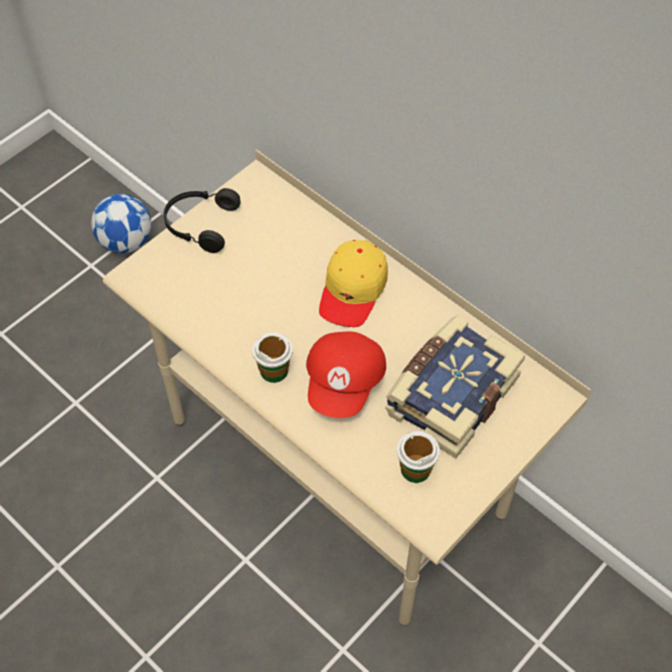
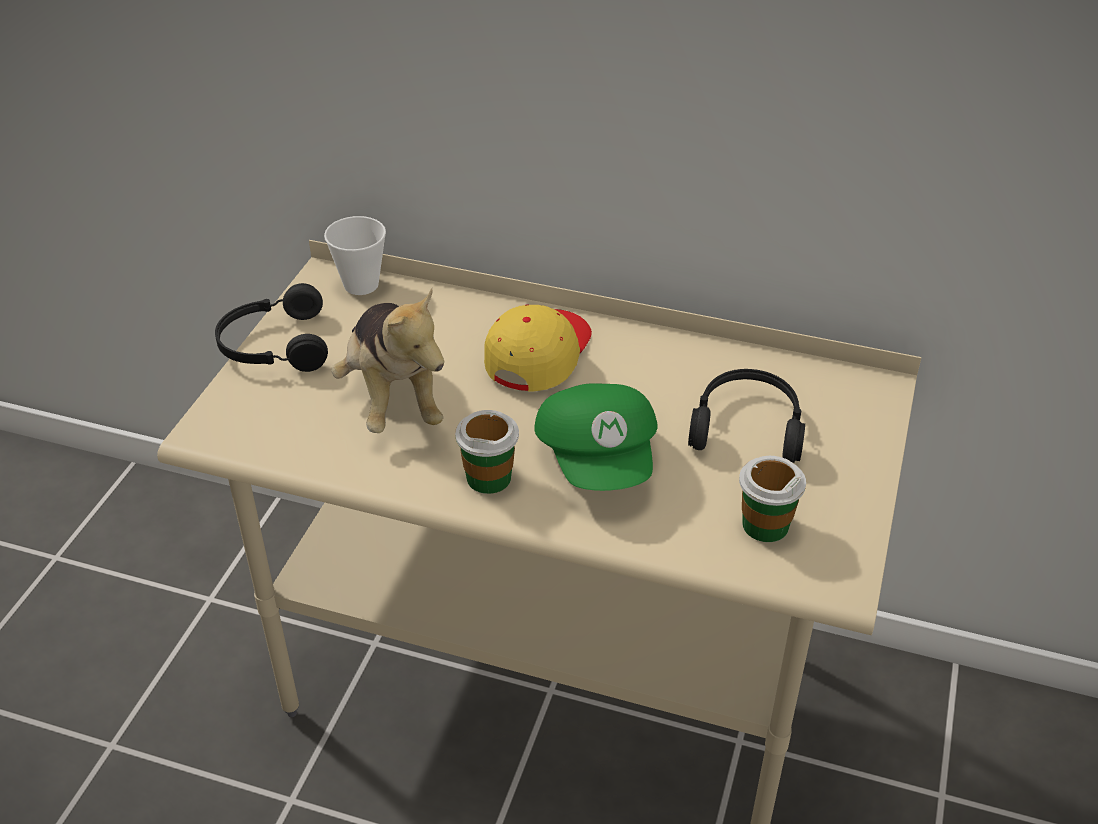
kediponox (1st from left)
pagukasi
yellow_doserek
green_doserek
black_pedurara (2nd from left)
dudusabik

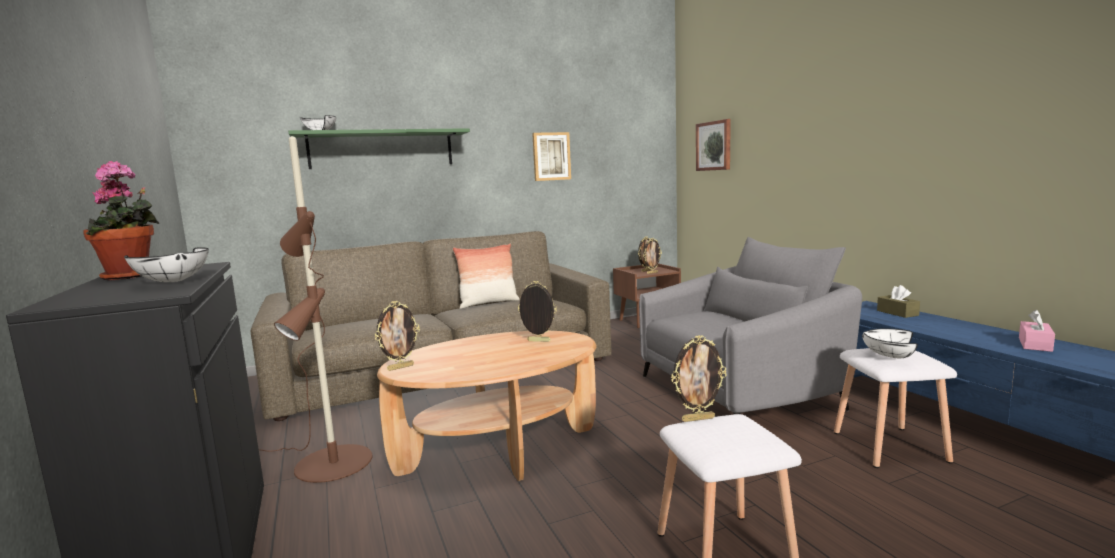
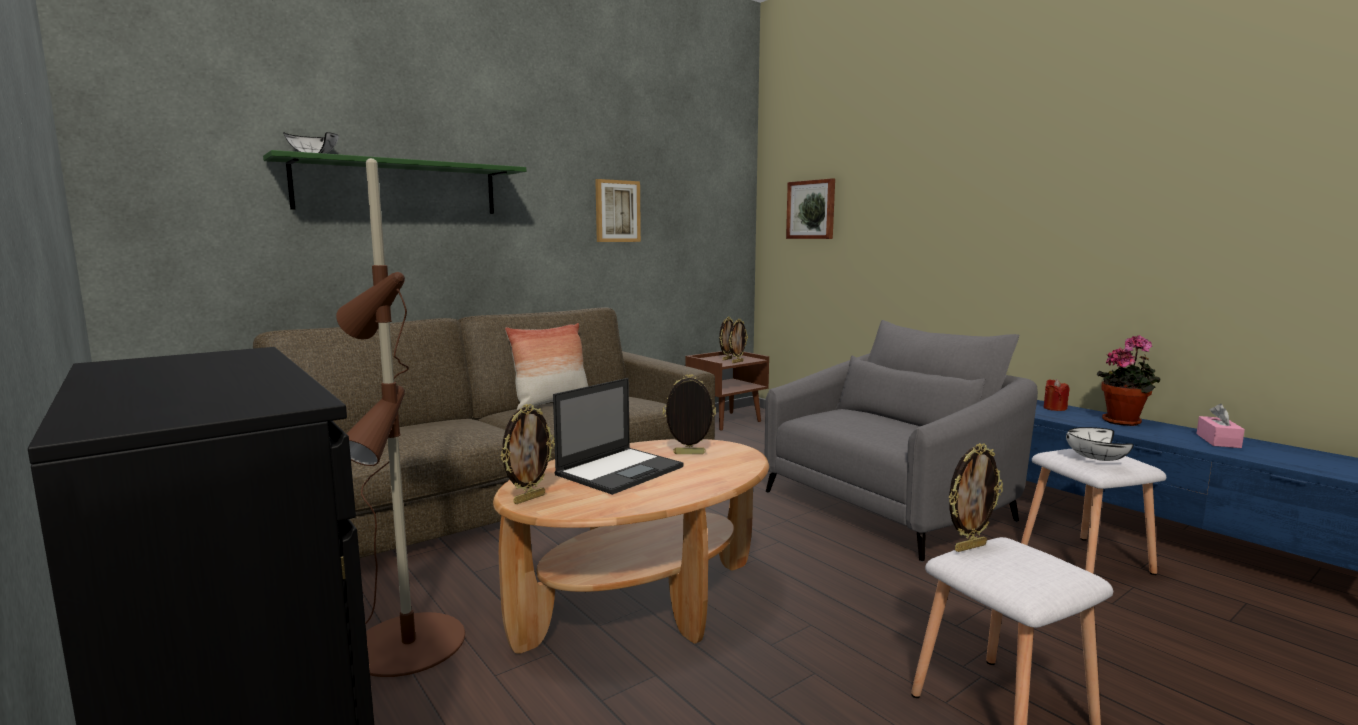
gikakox
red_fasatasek
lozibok
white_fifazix (1st from left in the first image)

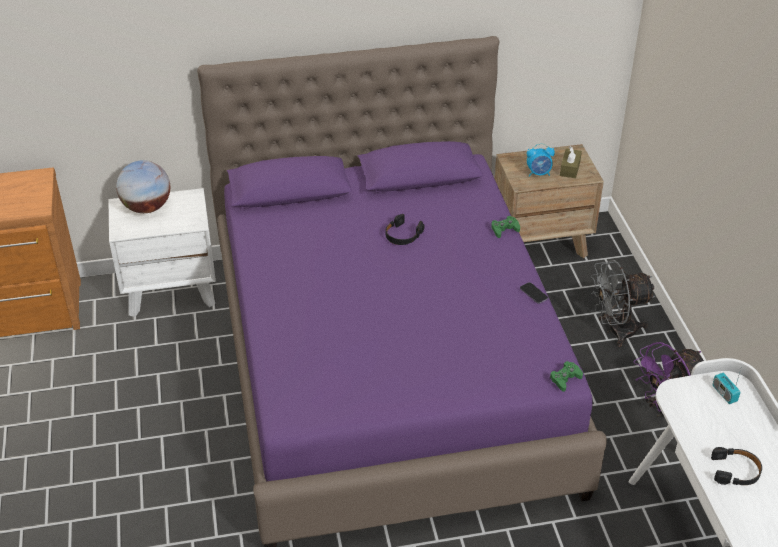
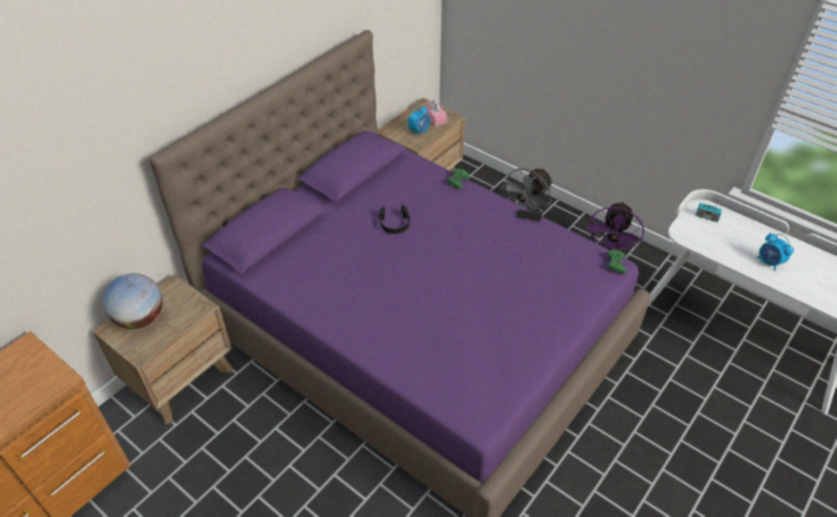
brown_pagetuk (1st from left)
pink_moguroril
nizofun (2nd from left)

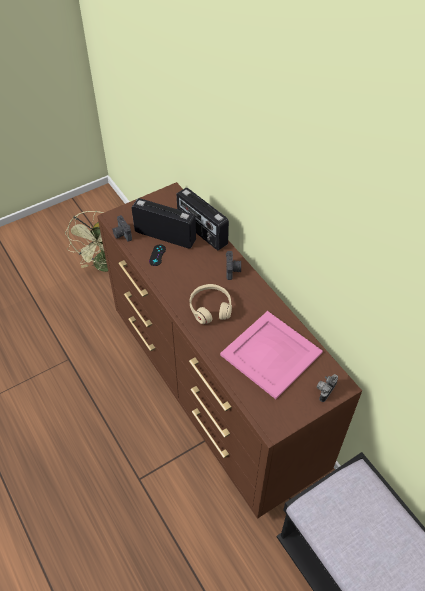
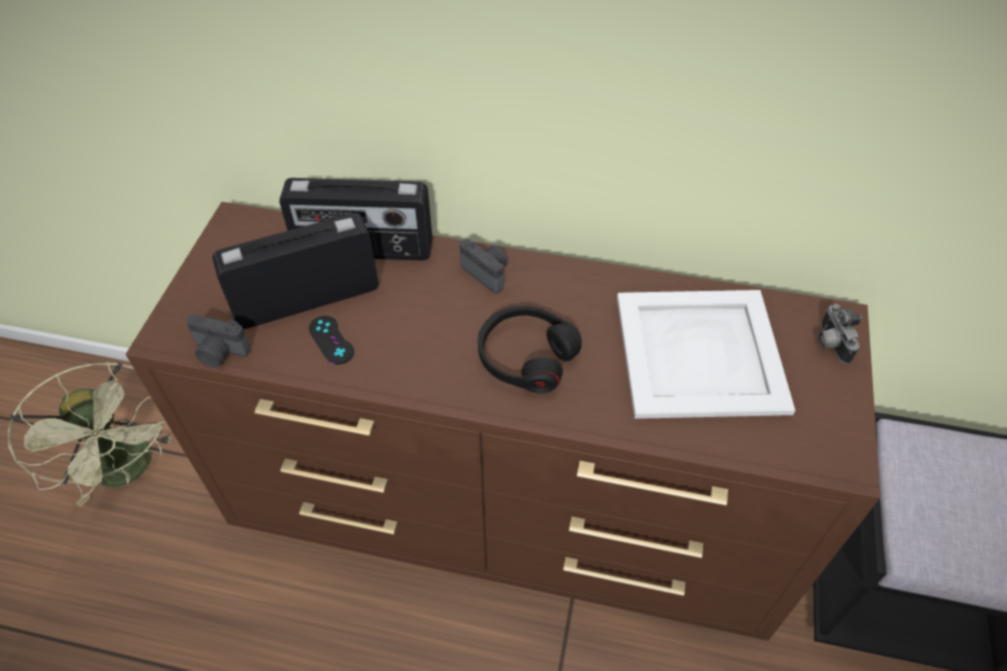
black_pedurara
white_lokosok

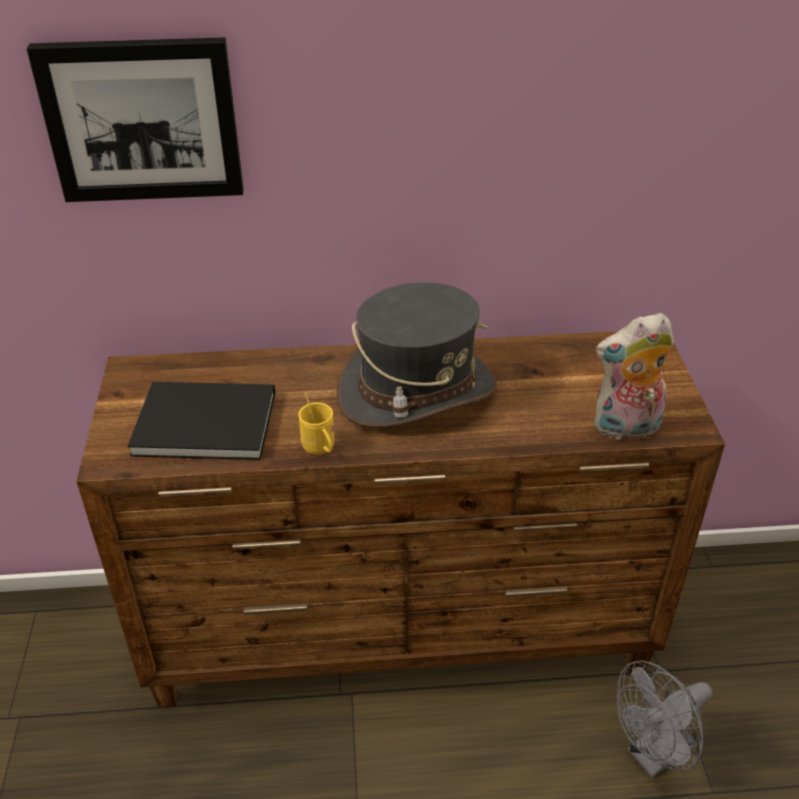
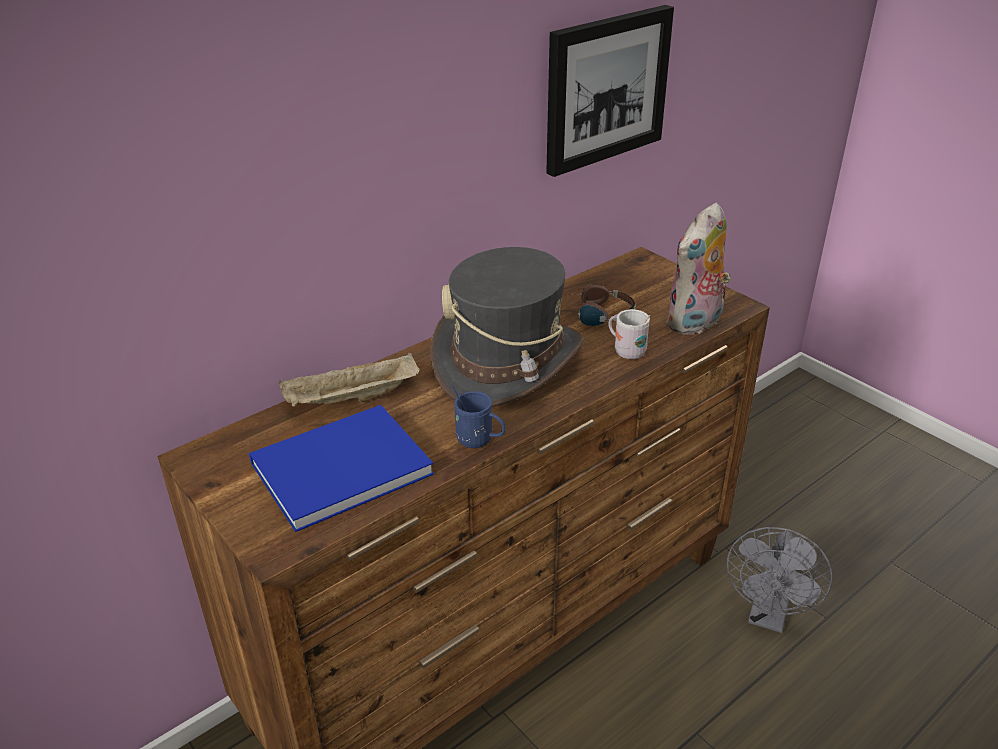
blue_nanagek
beige_lokosok
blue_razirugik
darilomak
pedurara
white_razirugik

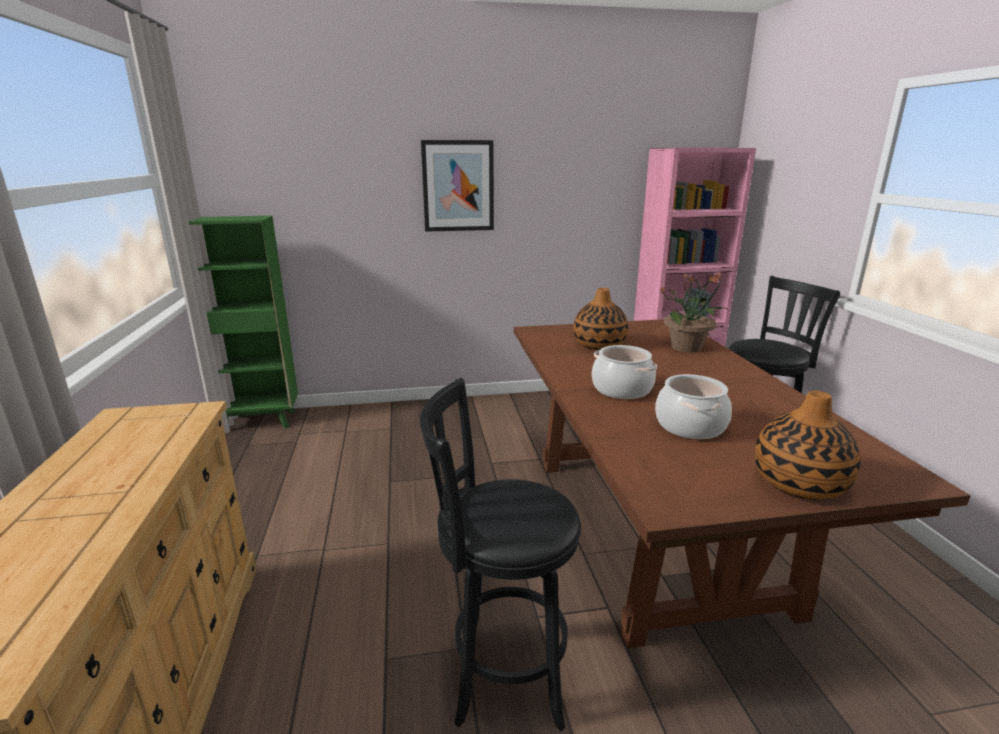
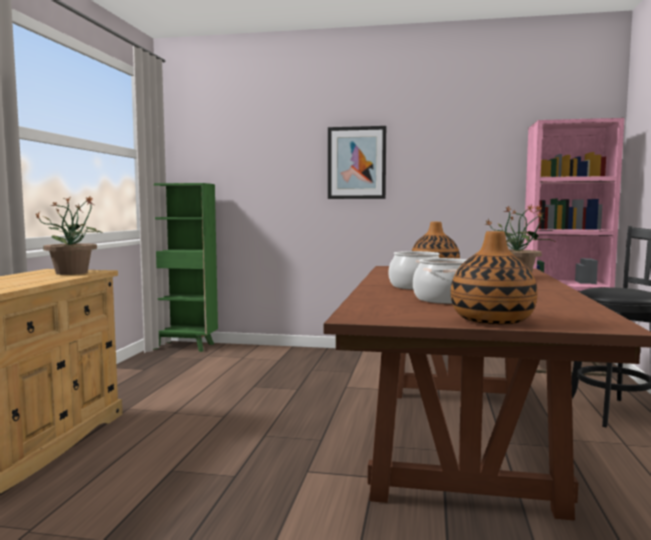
lozibok (1st from left)
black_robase (1st from left in the first image)

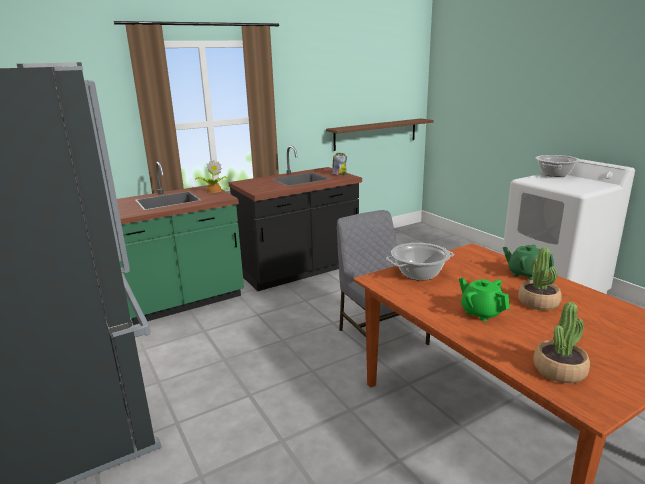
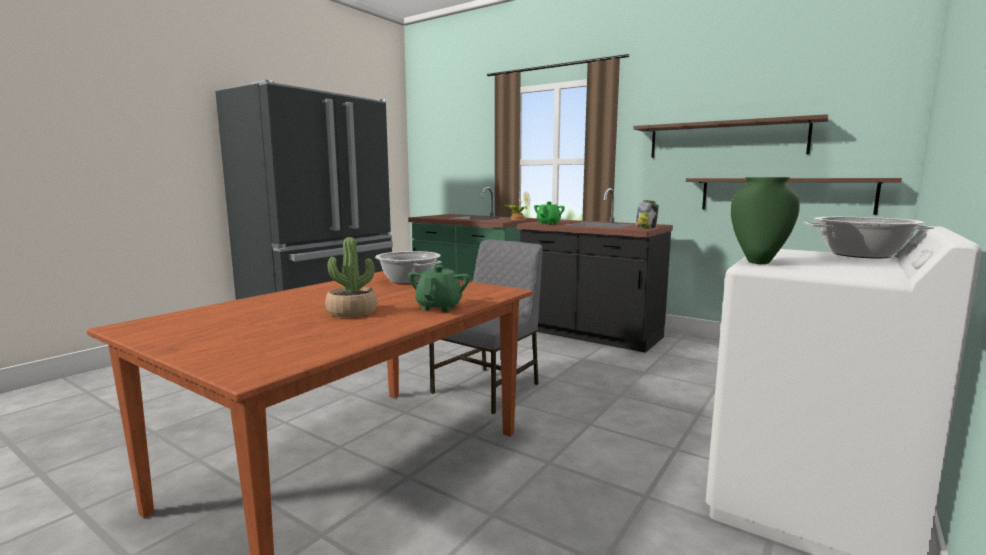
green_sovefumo (2nd from left)
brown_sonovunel (1st from left)
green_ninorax
lozibok (3rd from left in the first image)

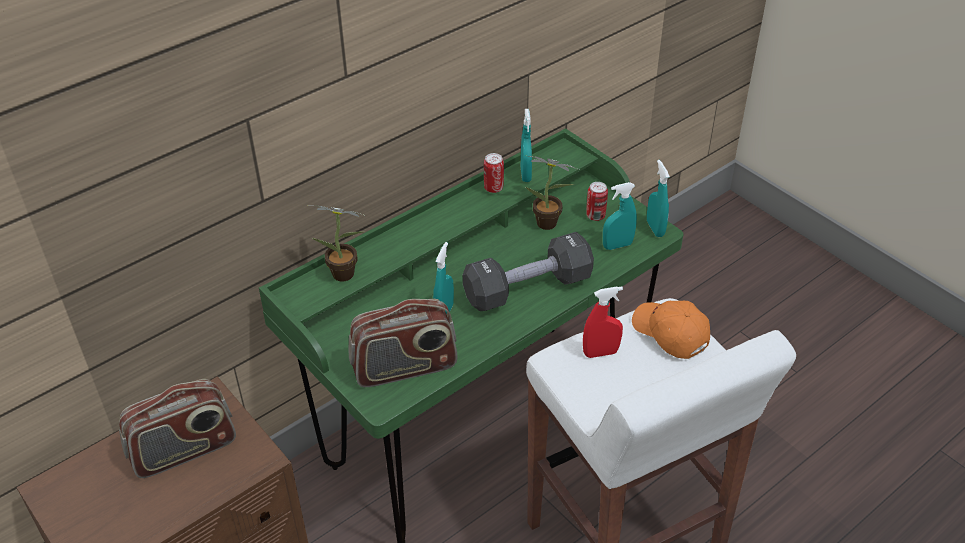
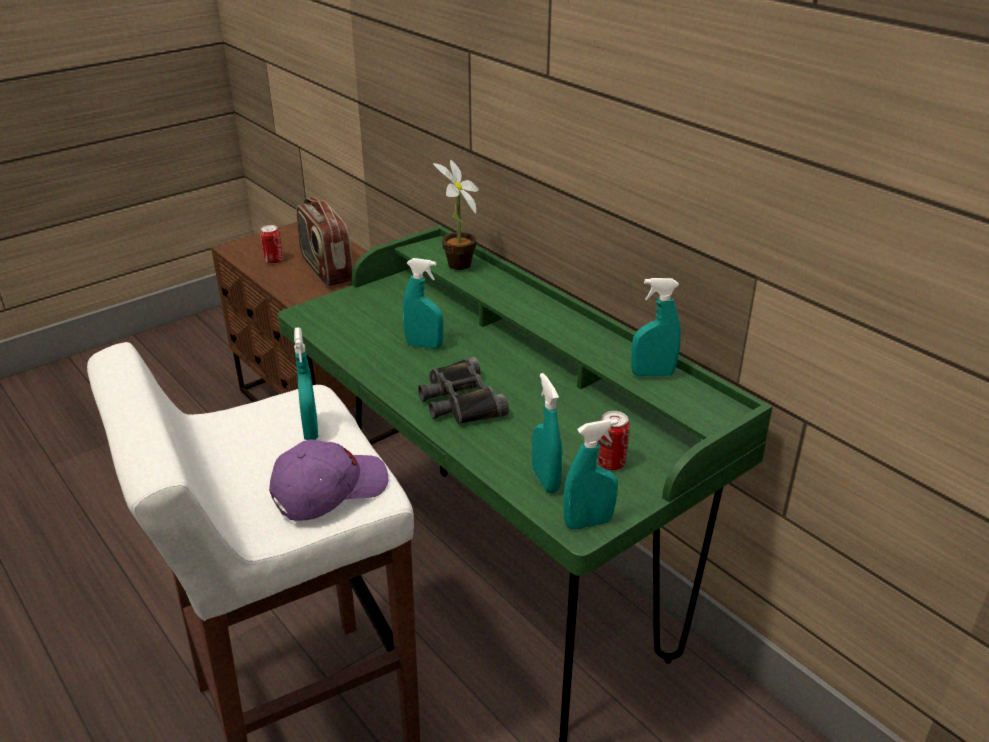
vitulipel (1st from left)
purple_doserek
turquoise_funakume (1st from left)
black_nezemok
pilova (2nd from left in the first image)
lozibok (2nd from left in the first image)

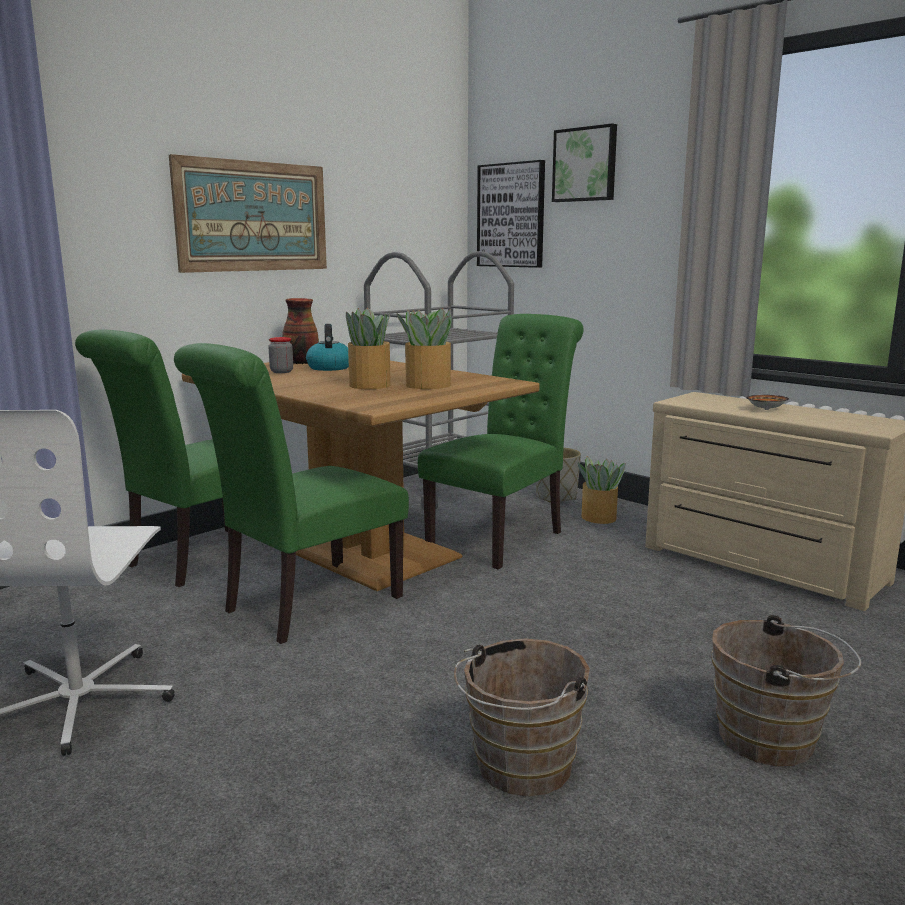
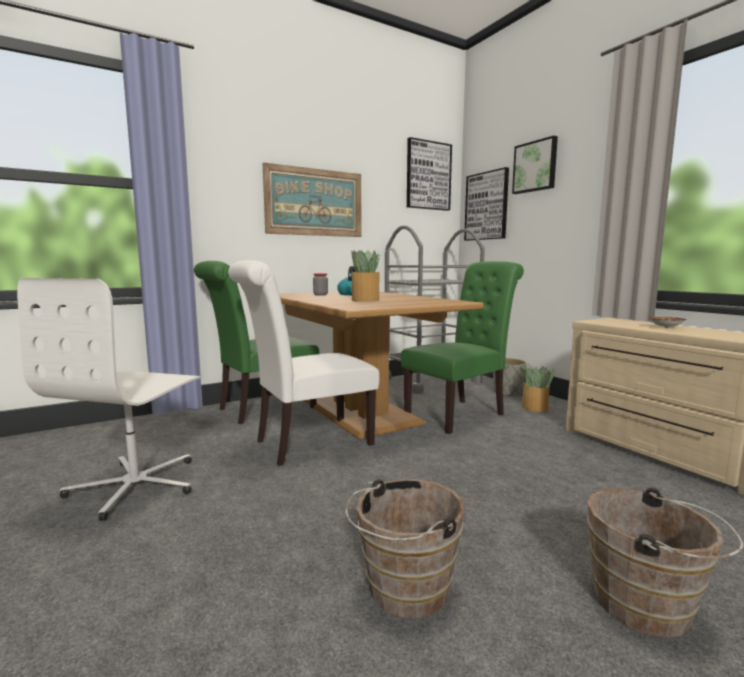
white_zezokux
darilomak (2nd from left)
ninorax
lozibok (2nd from left in the first image)

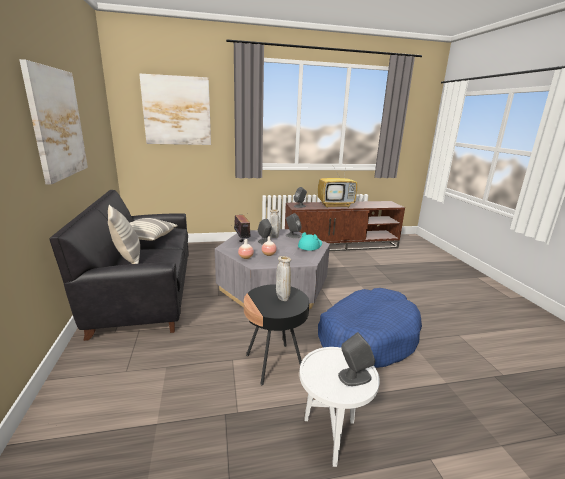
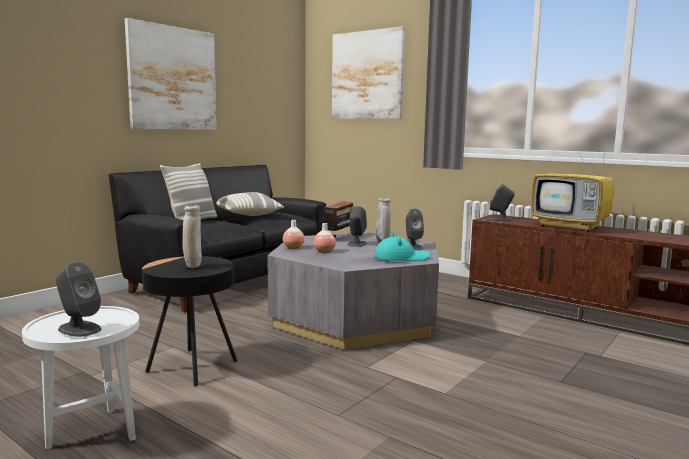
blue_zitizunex

